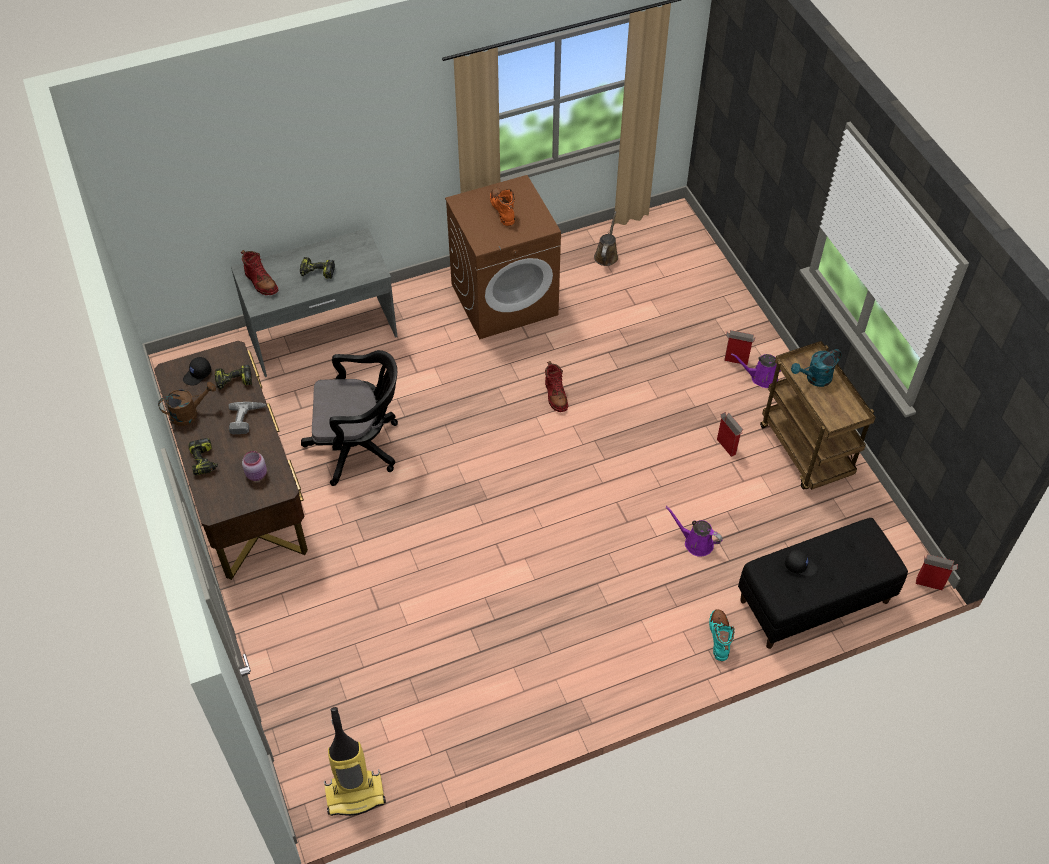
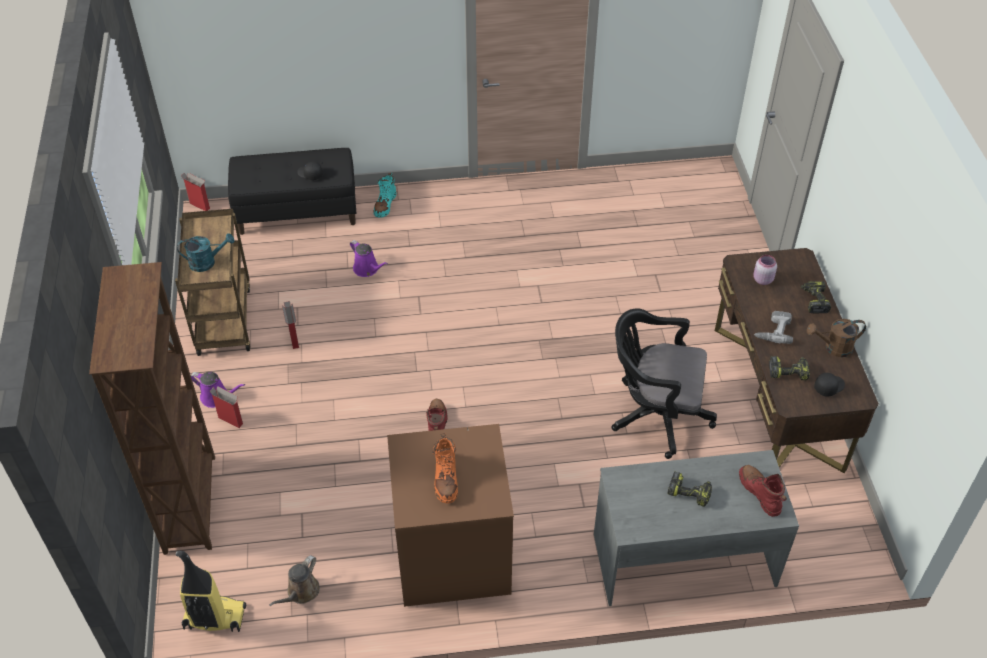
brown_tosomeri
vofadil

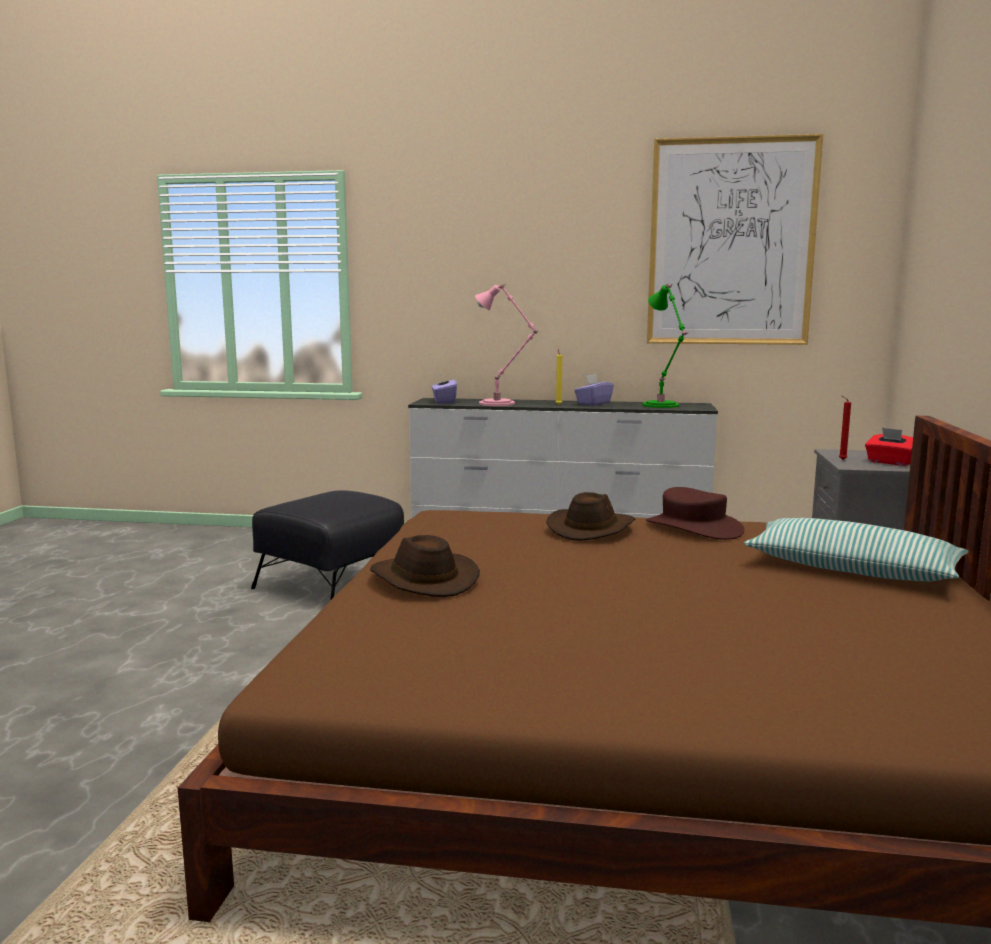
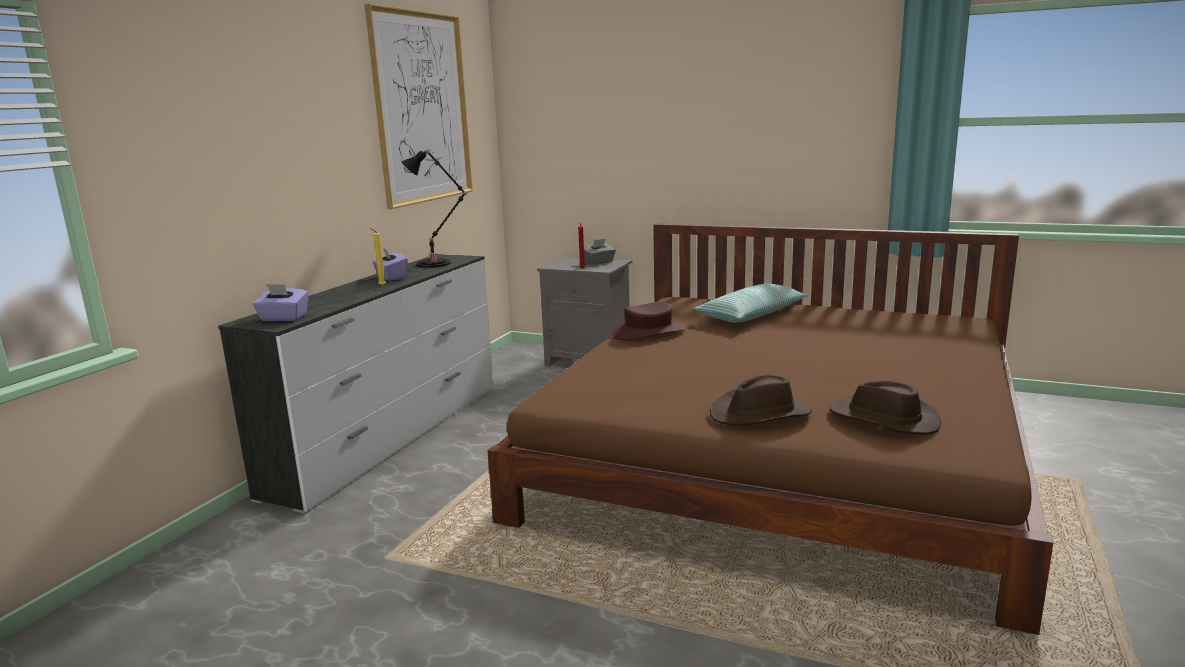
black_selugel
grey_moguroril
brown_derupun (3rd from left)
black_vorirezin
pink_selugel

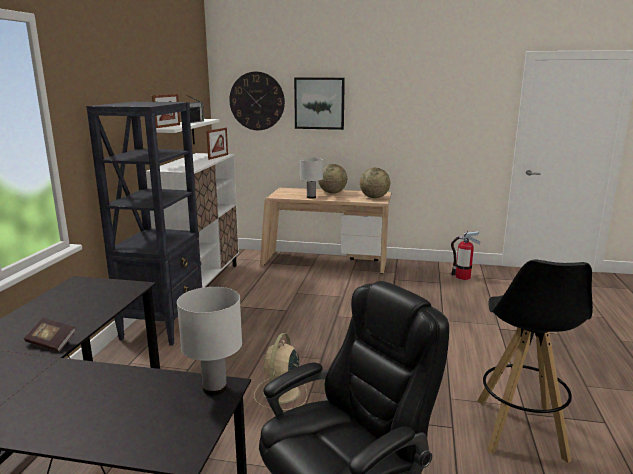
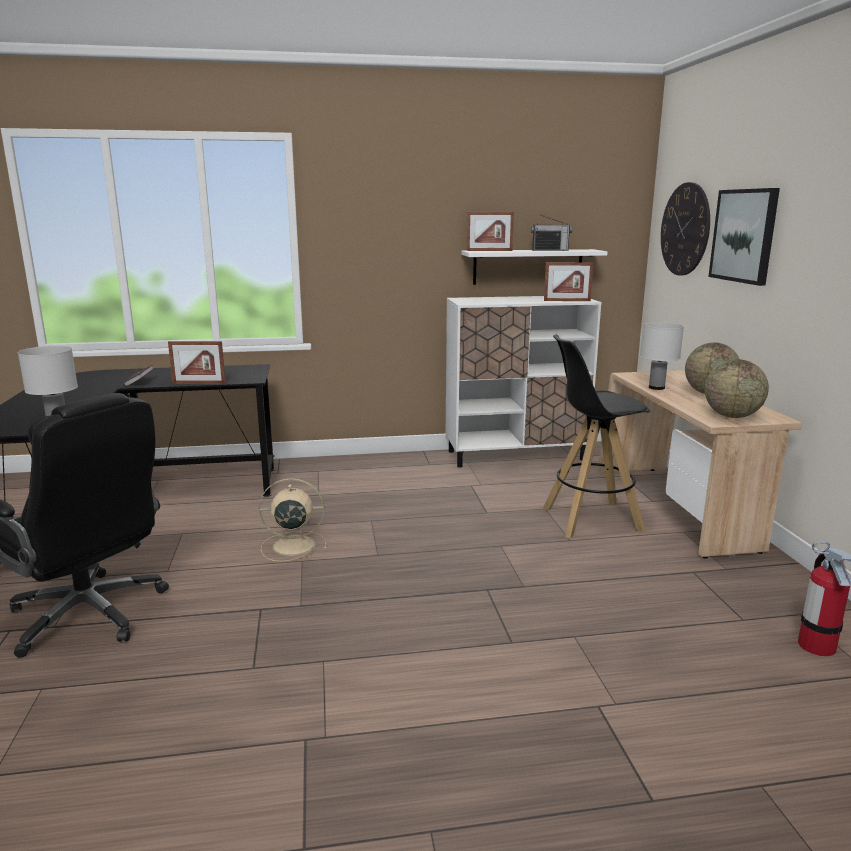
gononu (1st from left)
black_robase
black_tosomeri

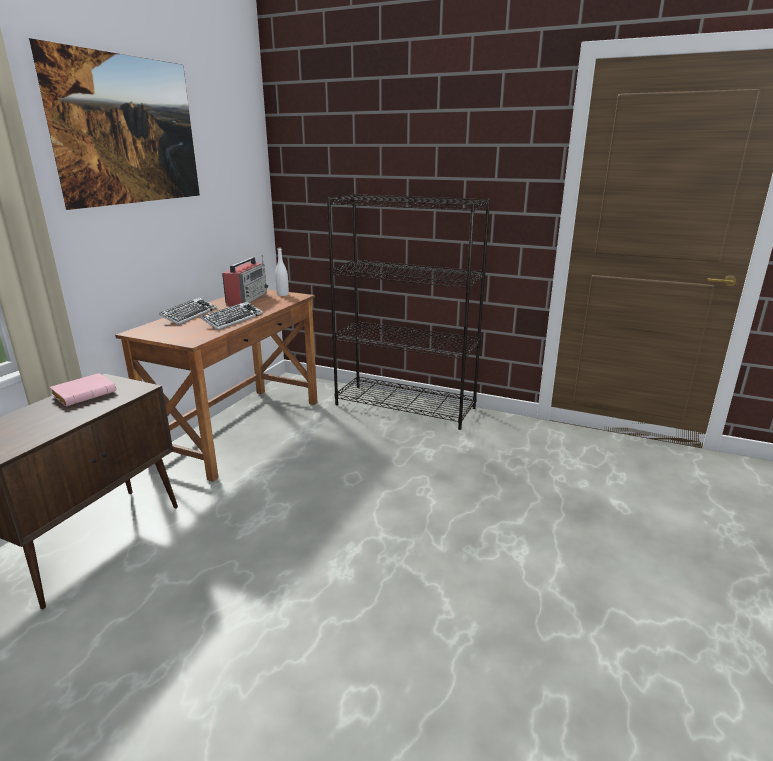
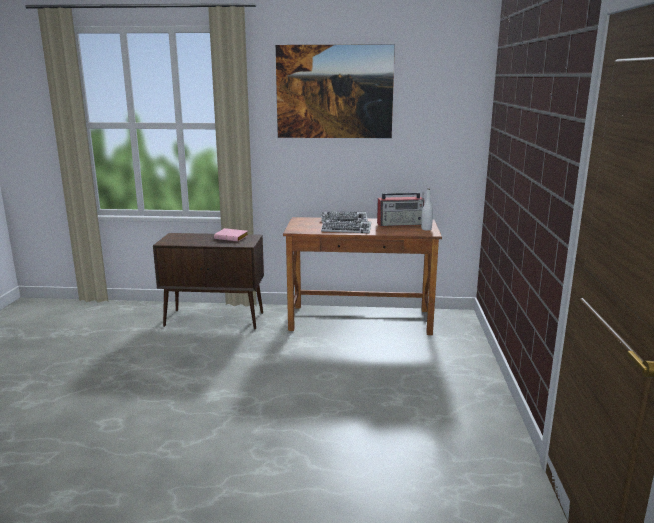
black_tosomeri

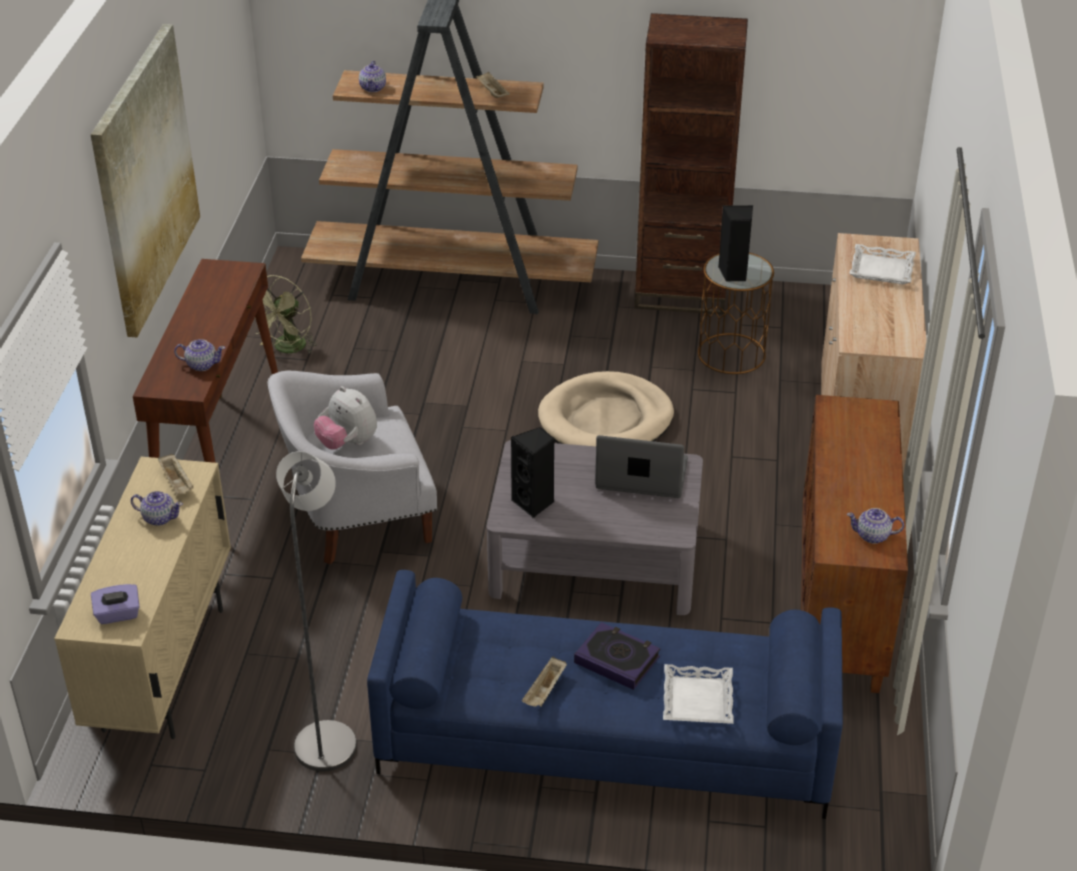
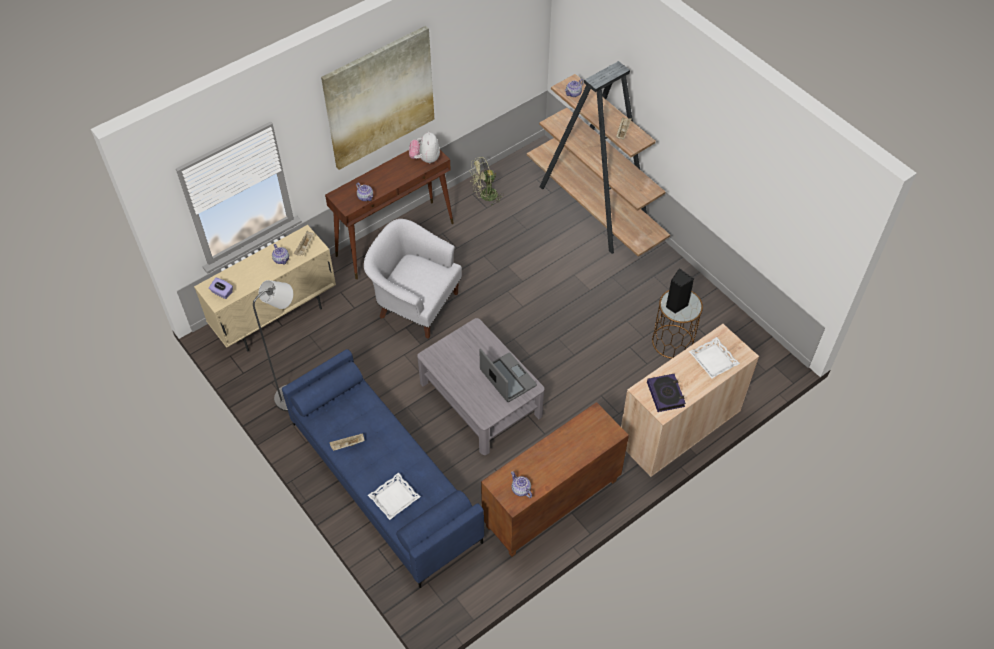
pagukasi
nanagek
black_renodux (1st from left in the first image)
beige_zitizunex
brown_tosomeri (2nd from left in the first image)

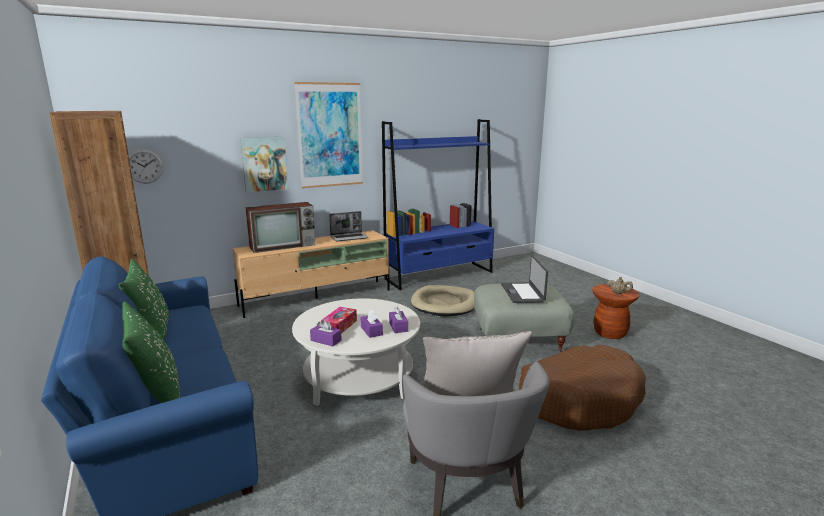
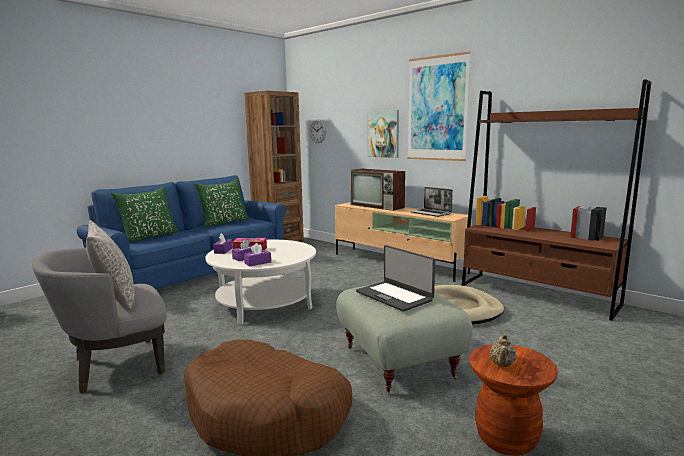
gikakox (1st from left)
brown_tosomeri (2nd from left)

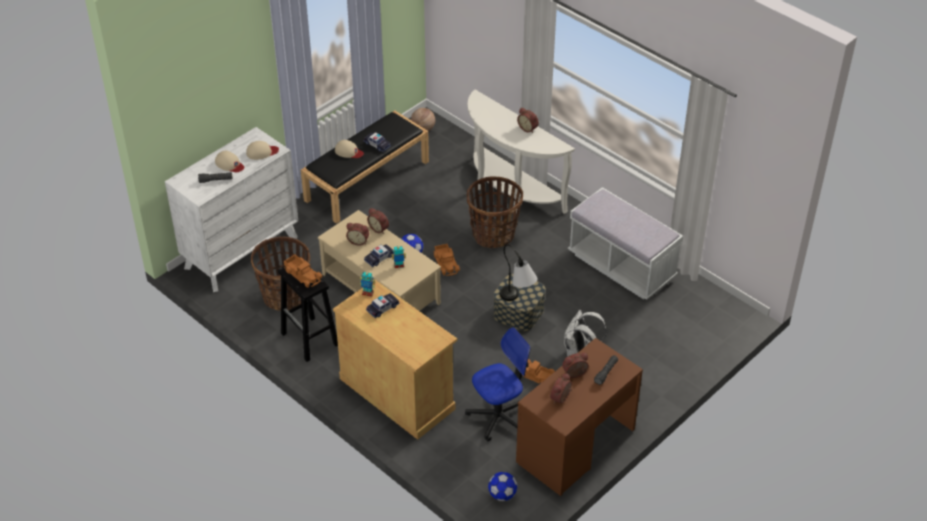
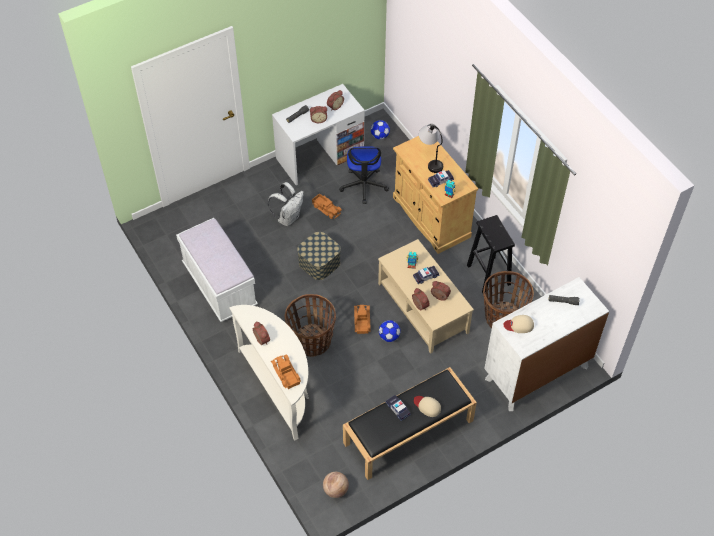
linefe (1st from left)
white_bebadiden
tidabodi
selugel
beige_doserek (1st from left in the first image)

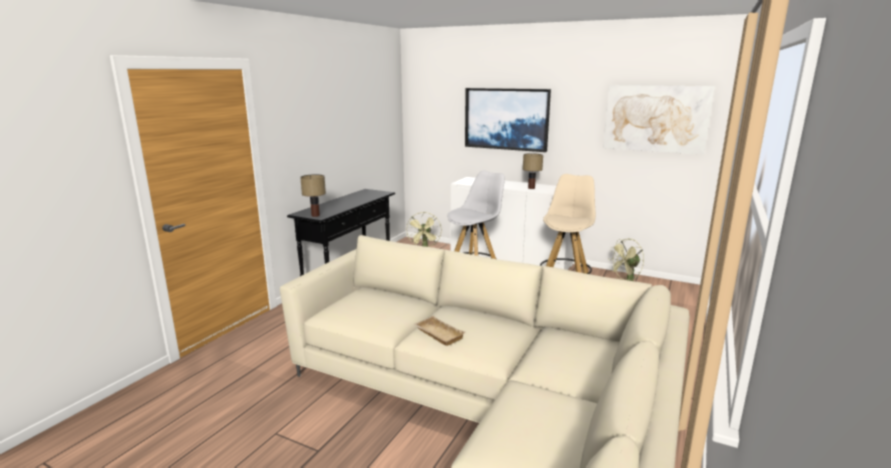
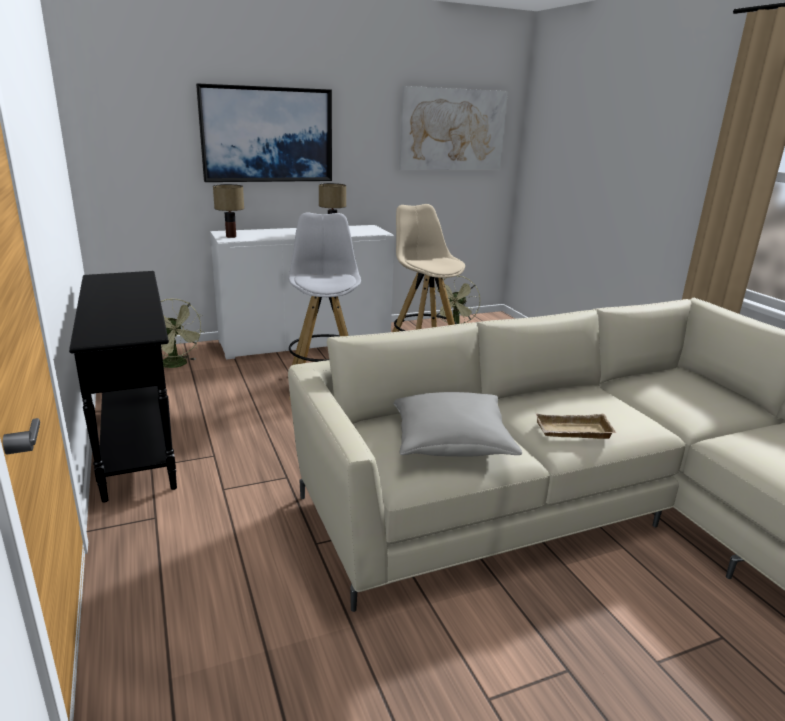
selugel (1st from left)
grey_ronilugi

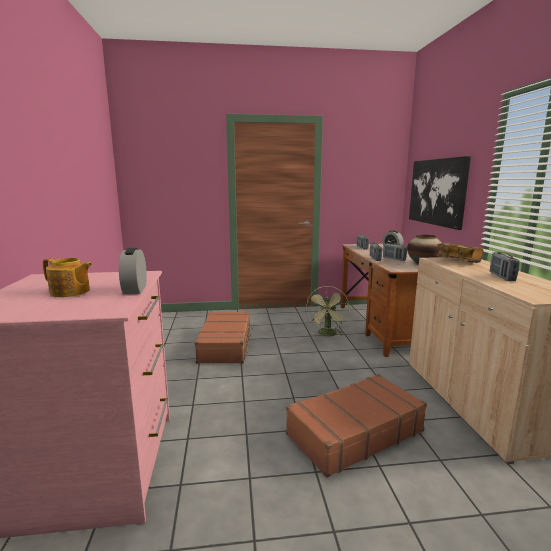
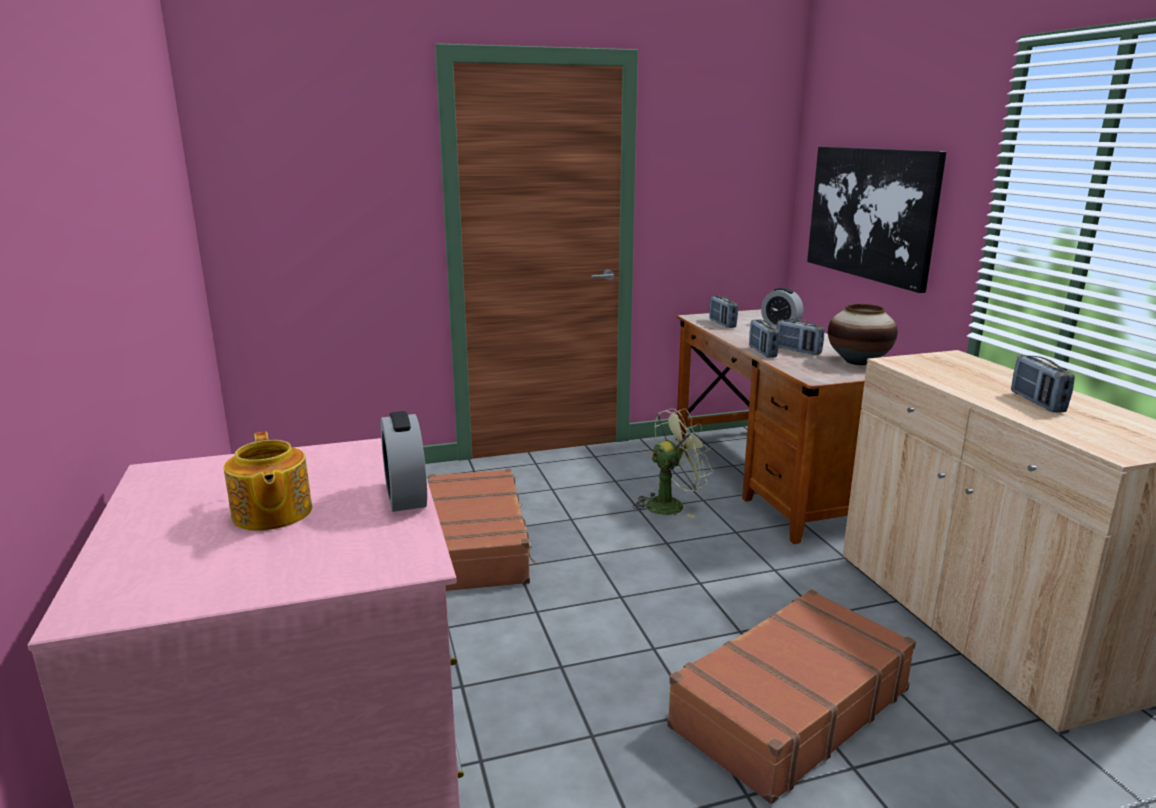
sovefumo
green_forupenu
nanagek

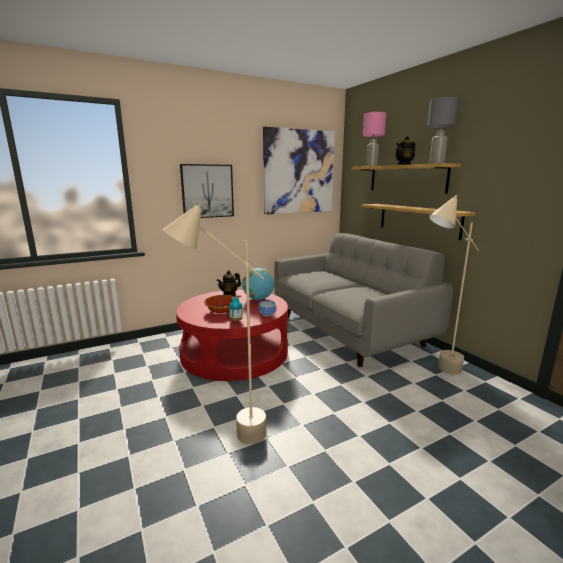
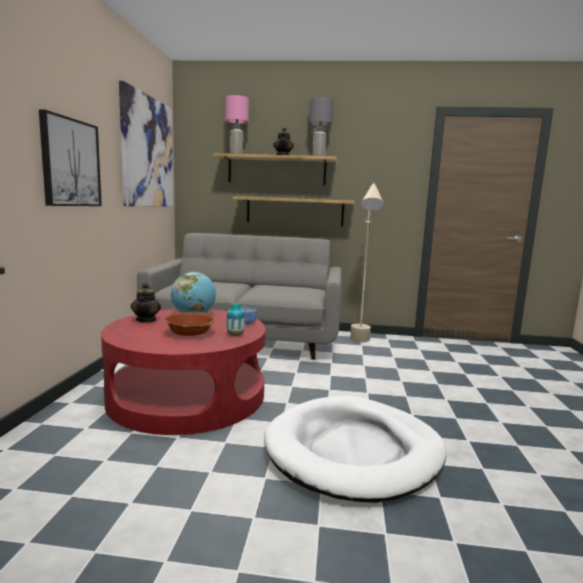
white_zitizunex

